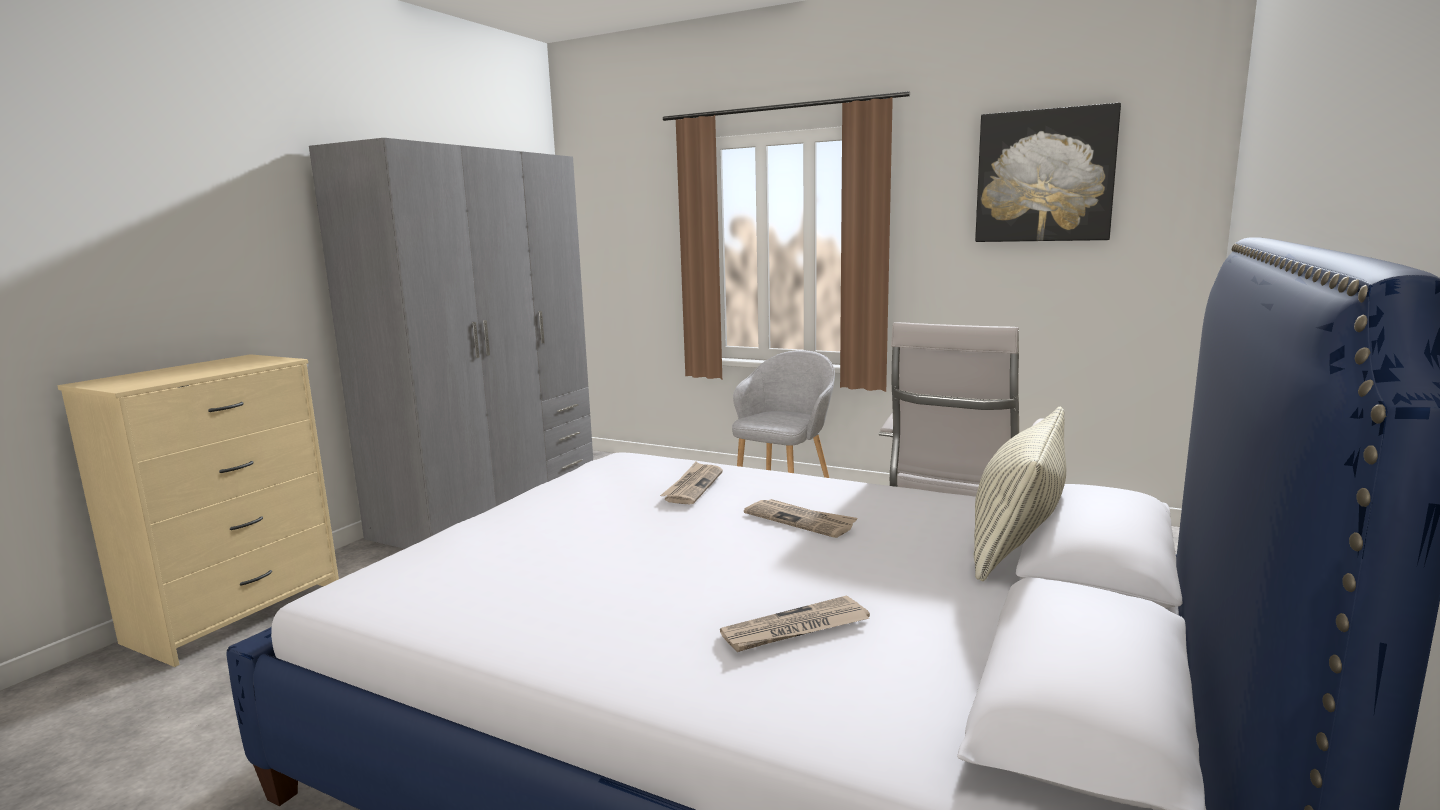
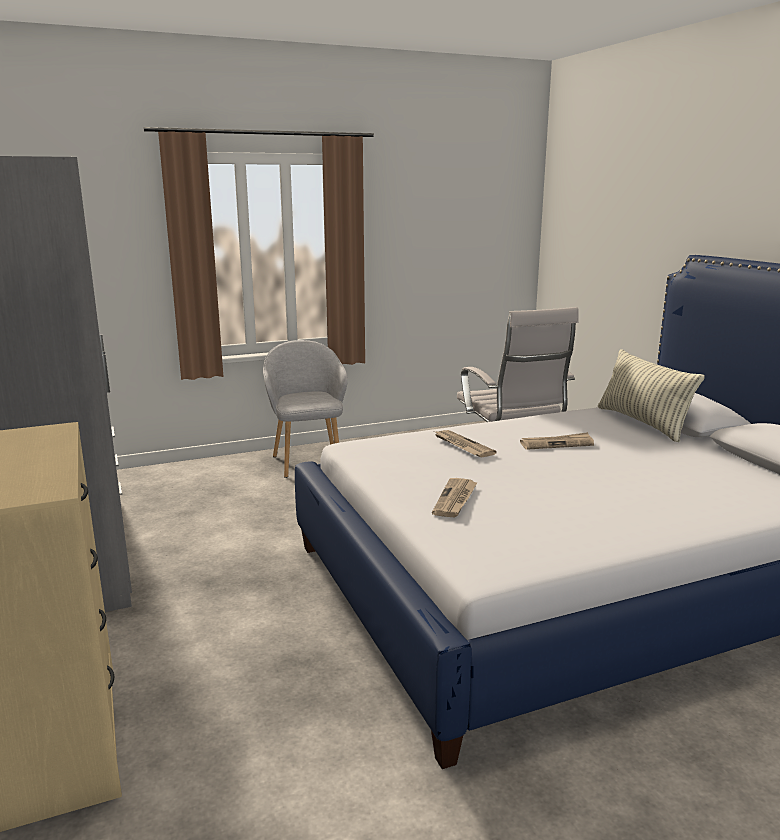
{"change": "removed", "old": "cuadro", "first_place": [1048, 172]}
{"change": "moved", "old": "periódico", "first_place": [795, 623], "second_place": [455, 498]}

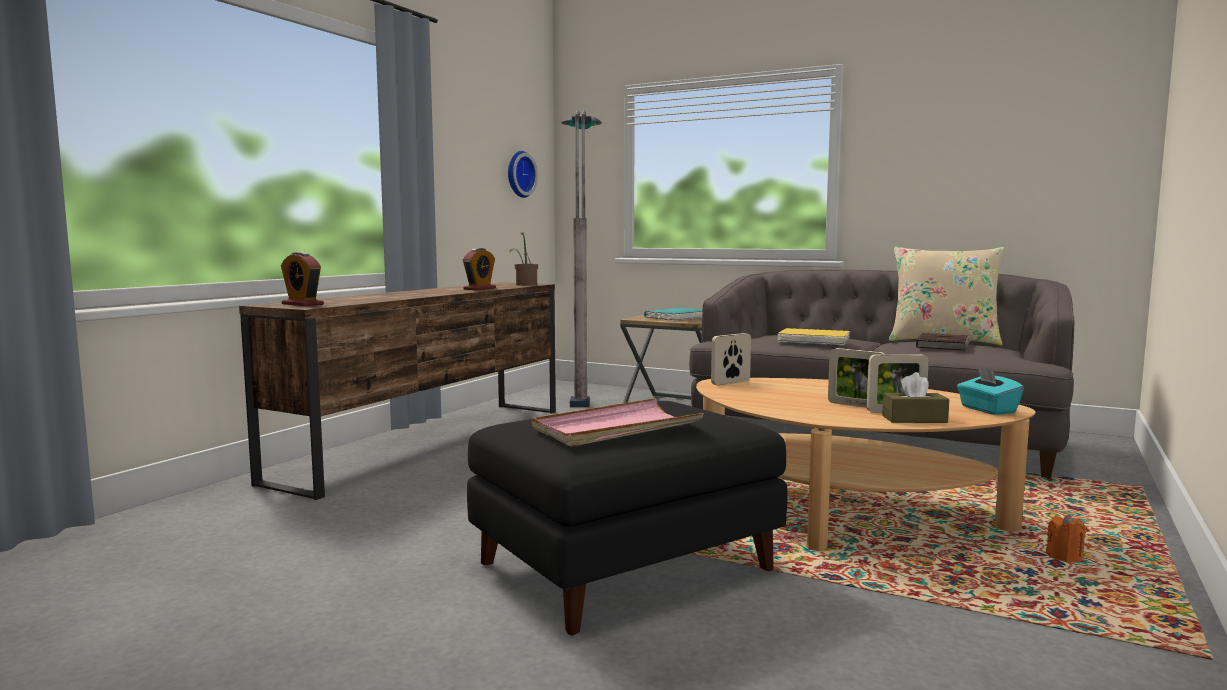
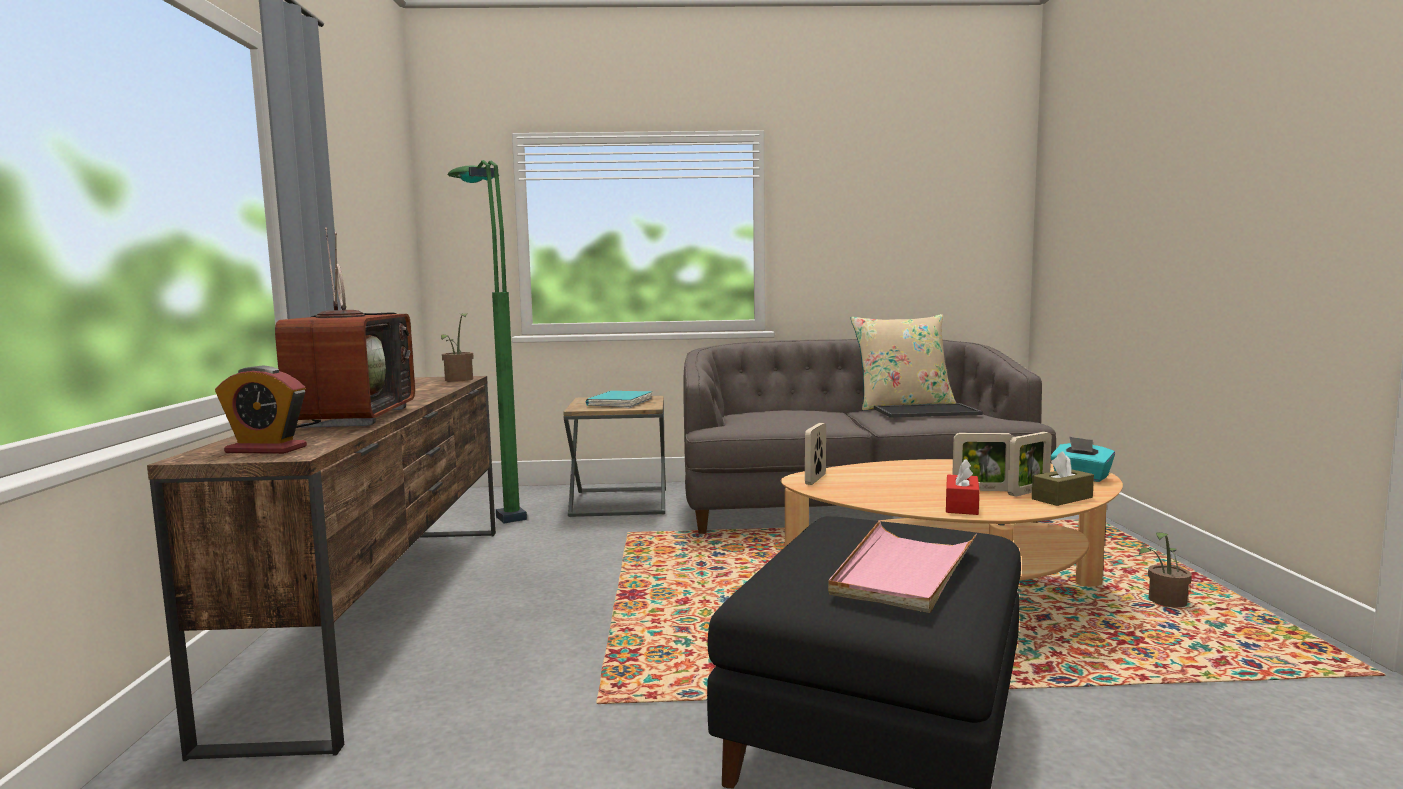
{"change": "recoloured", "old": "lámpara de pie [gris]", "new": "lámpara de pie [verde]", "first_place": [581, 258], "second_place": [487, 341]}
{"change": "removed", "old": "reloj de pared", "first_place": [523, 174]}
{"change": "removed", "old": "despertador", "first_place": [479, 269]}
{"change": "removed", "old": "libro [amarillo]", "first_place": [813, 336]}
{"change": "replaced", "old": "libro [marrón]", "new": "bandeja", "first_place": [943, 341], "second_place": [928, 410]}
{"change": "replaced", "old": "vela [naranja]", "new": "planta en maceta", "first_place": [1066, 538], "second_place": [1165, 569]}
{"change": "added", "new": "televisor", "second_place": [345, 327]}
{"change": "added", "new": "caja de pañuelos [rojo]", "second_place": [962, 486]}

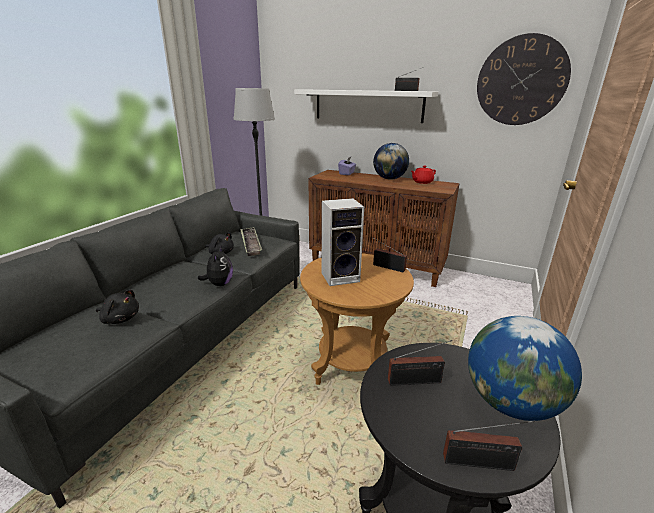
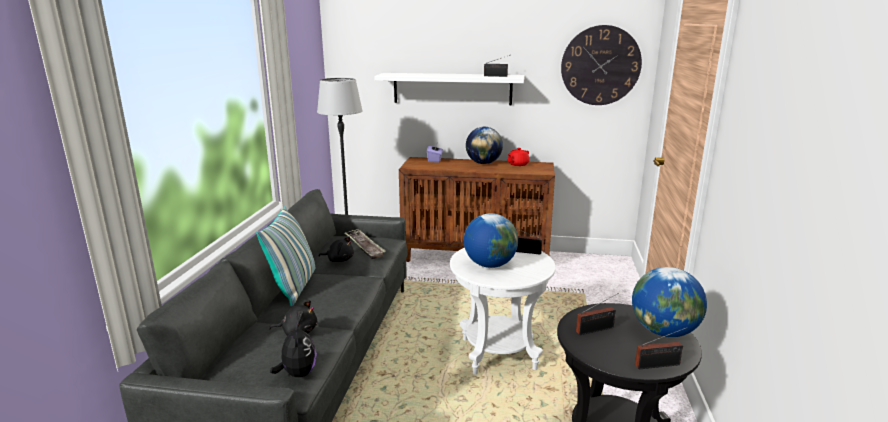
{"change": "replaced", "old": "altavoz", "new": "globo terráqueo", "first_place": [342, 242], "second_place": [491, 240]}
{"change": "moved", "old": "peluche", "first_place": [215, 265], "second_place": [293, 349]}
{"change": "recoloured", "old": "mesa auxiliar [marrón]", "new": "mesa auxiliar [blanco]", "first_place": [357, 319], "second_place": [503, 311]}
{"change": "added", "new": "cojín", "second_place": [285, 256]}

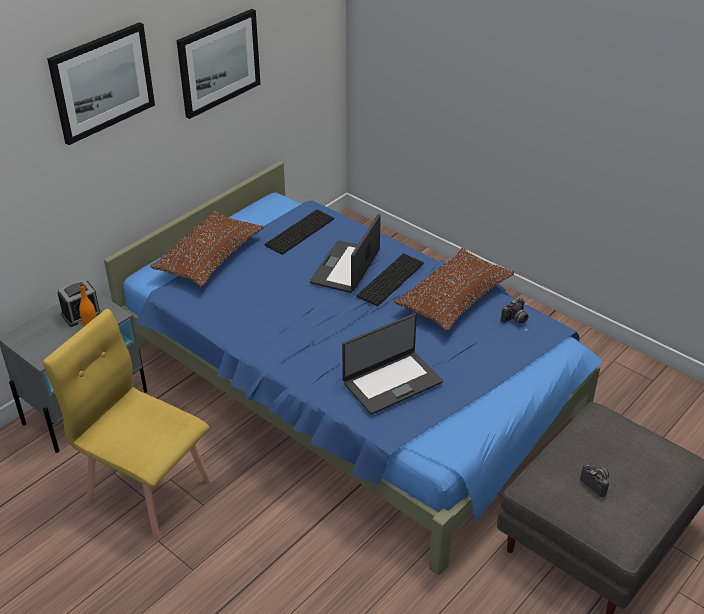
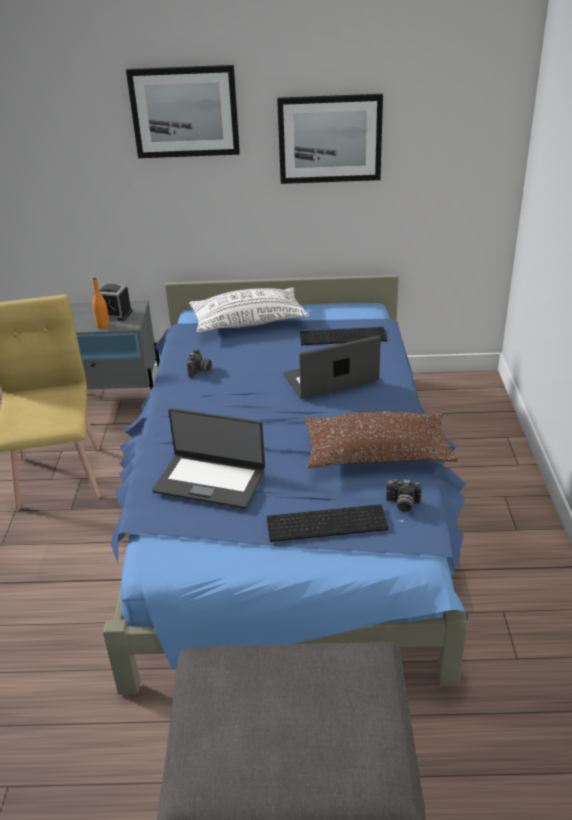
{"change": "recoloured", "old": "cojín [marrón]", "new": "cojín [blanco]", "first_place": [206, 248], "second_place": [249, 310]}
{"change": "moved", "old": "teclado", "first_place": [390, 280], "second_place": [328, 523]}
{"change": "moved", "old": "cámara", "first_place": [594, 480], "second_place": [199, 363]}

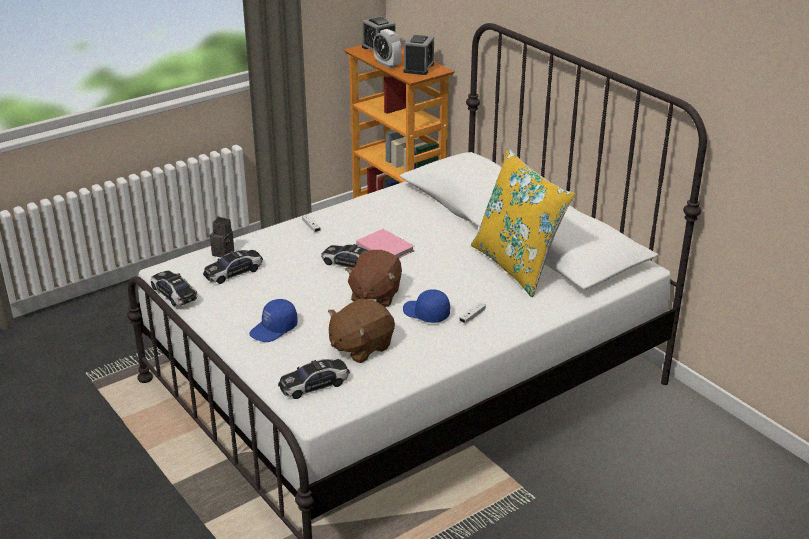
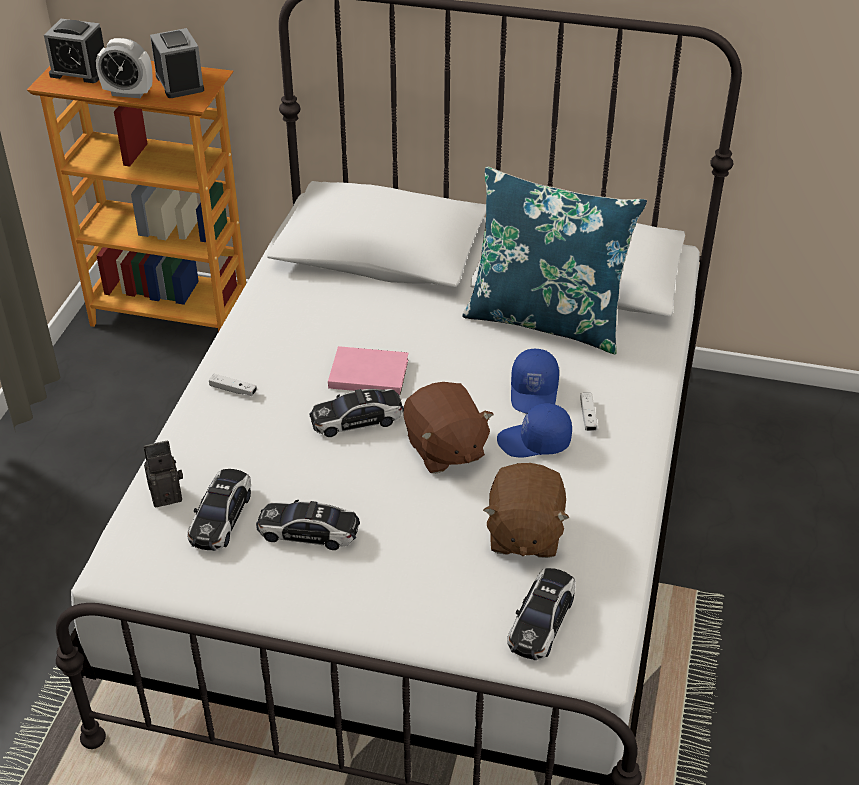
{"change": "recoloured", "old": "cojín [amarillo]", "new": "cojín [azul]", "first_place": [523, 222], "second_place": [554, 260]}
{"change": "moved", "old": "coche de juguete", "first_place": [174, 288], "second_place": [308, 525]}
{"change": "moved", "old": "gorra [azul]", "first_place": [273, 320], "second_place": [535, 381]}

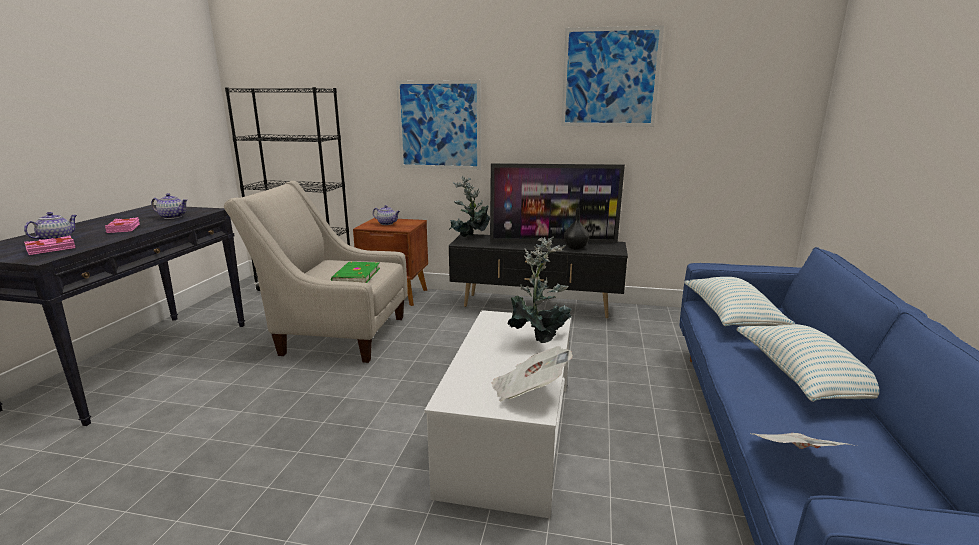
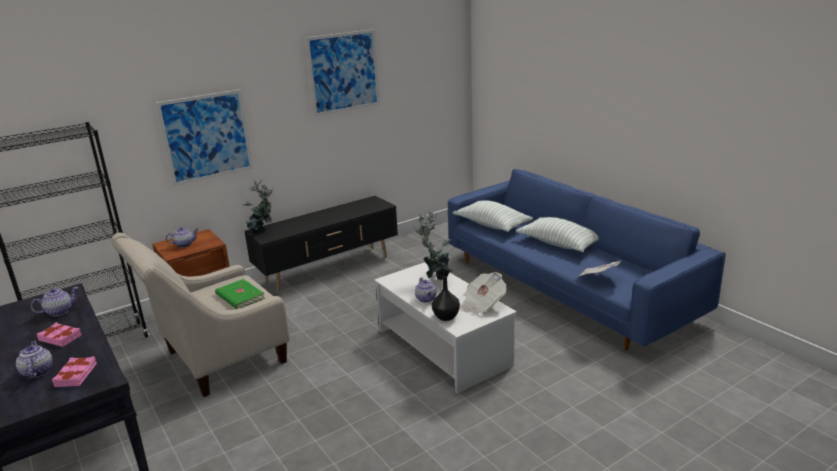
{"change": "removed", "old": "televisor", "first_place": [557, 203]}
{"change": "moved", "old": "florero [negro]", "first_place": [576, 229], "second_place": [446, 298]}
{"change": "added", "new": "tetera", "second_place": [426, 289]}

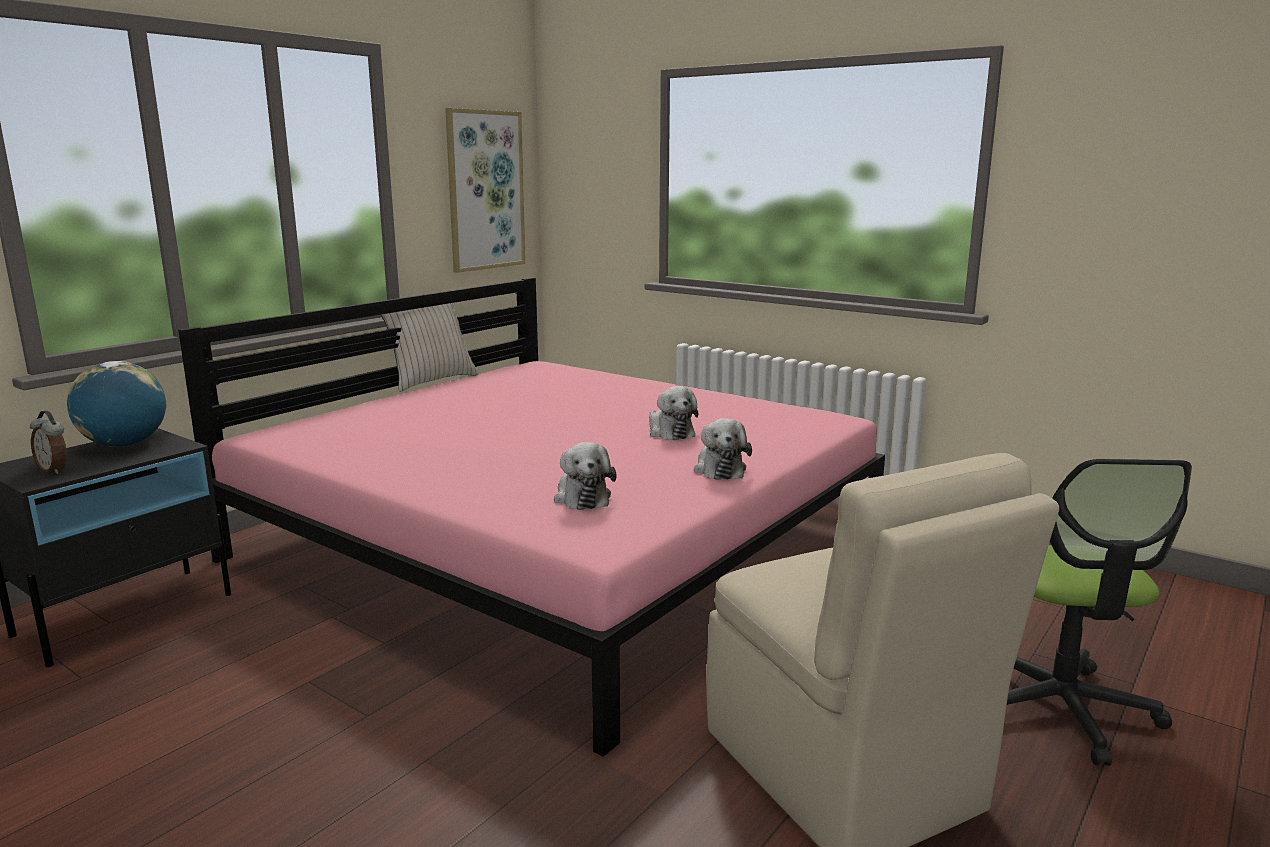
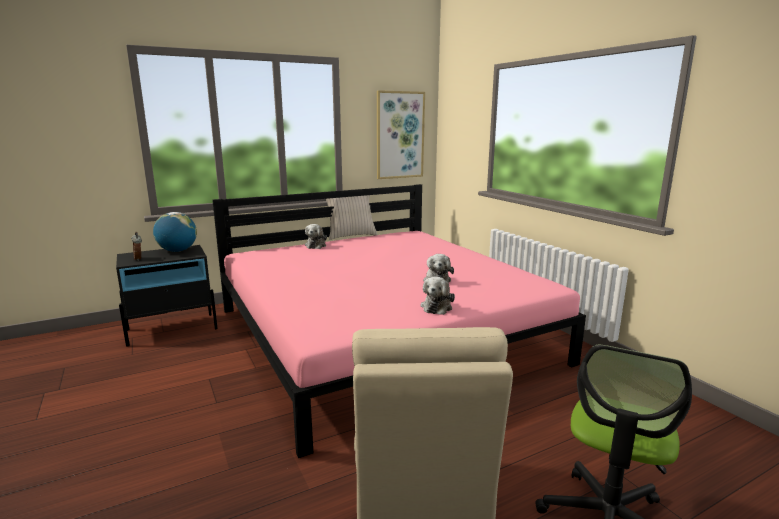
{"change": "moved", "old": "peluche", "first_place": [585, 476], "second_place": [316, 236]}

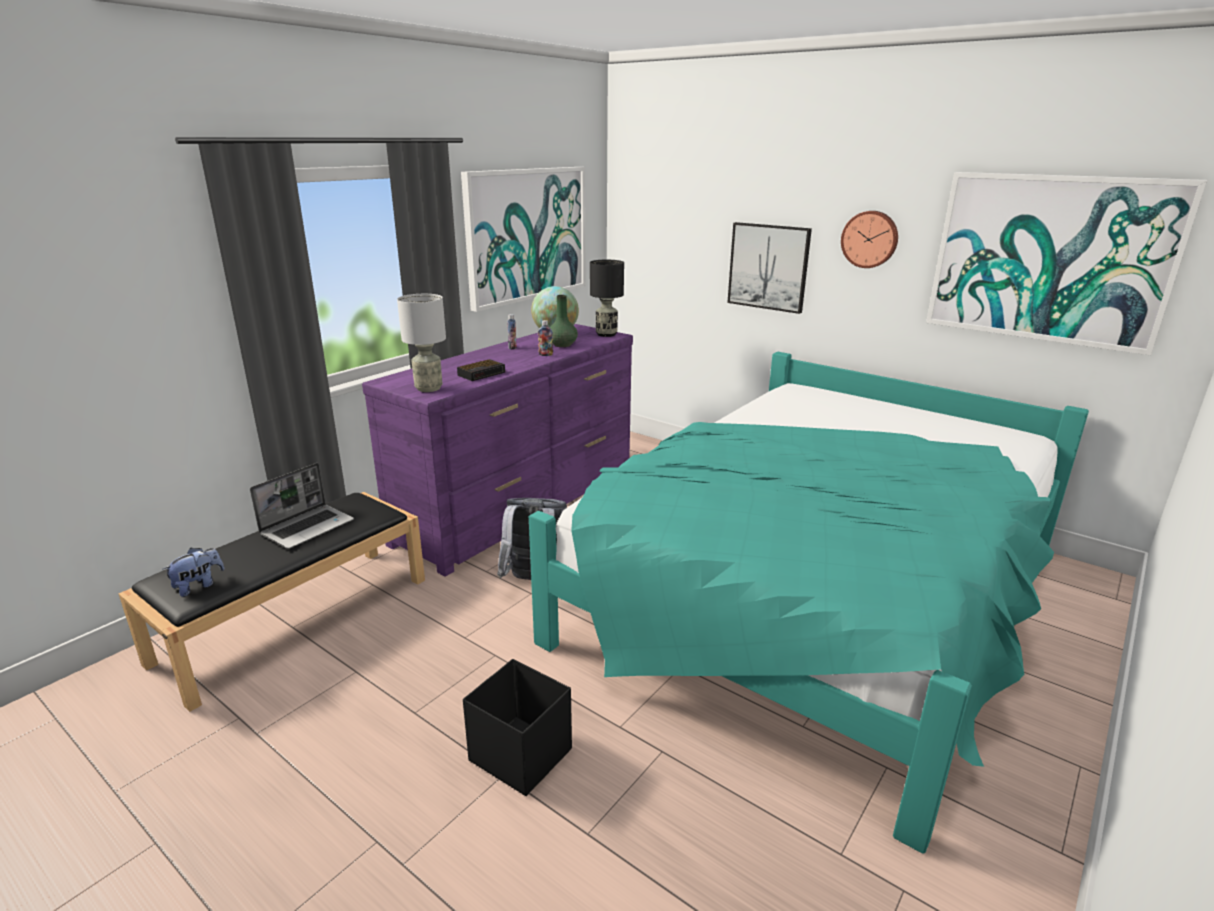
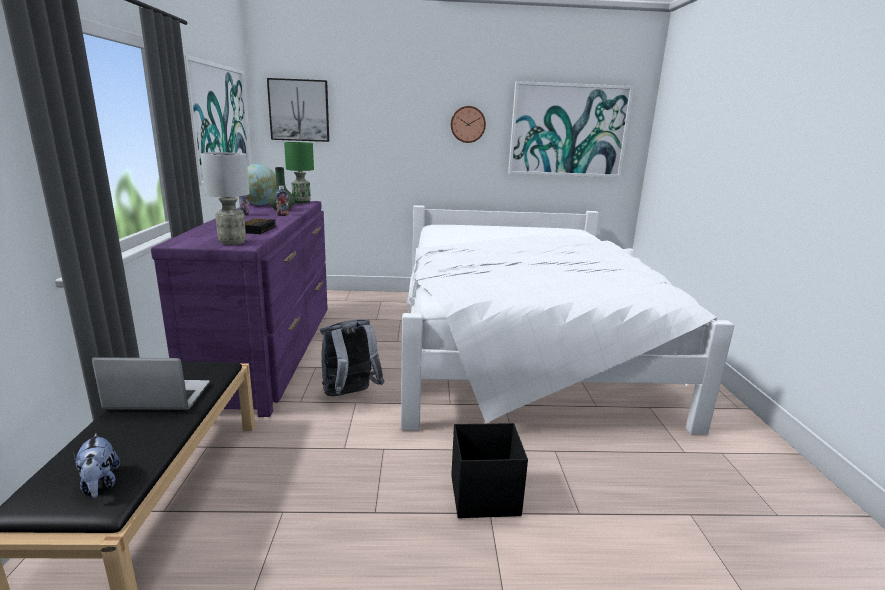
{"change": "moved", "old": "cuadro", "first_place": [769, 268], "second_place": [298, 110]}
{"change": "recoloured", "old": "lámpara de mesa [negro]", "new": "lámpara de mesa [verde]", "first_place": [607, 298], "second_place": [299, 172]}
{"change": "recoloured", "old": "cama [turquesa]", "new": "cama [blanco]", "first_place": [809, 603], "second_place": [567, 320]}
{"change": "turned", "old": "portátil", "first_place": [302, 506], "second_place": [151, 384], "degrees": -90}
{"change": "turned", "old": "peluche", "first_place": [193, 572], "second_place": [96, 465], "degrees": 150}

